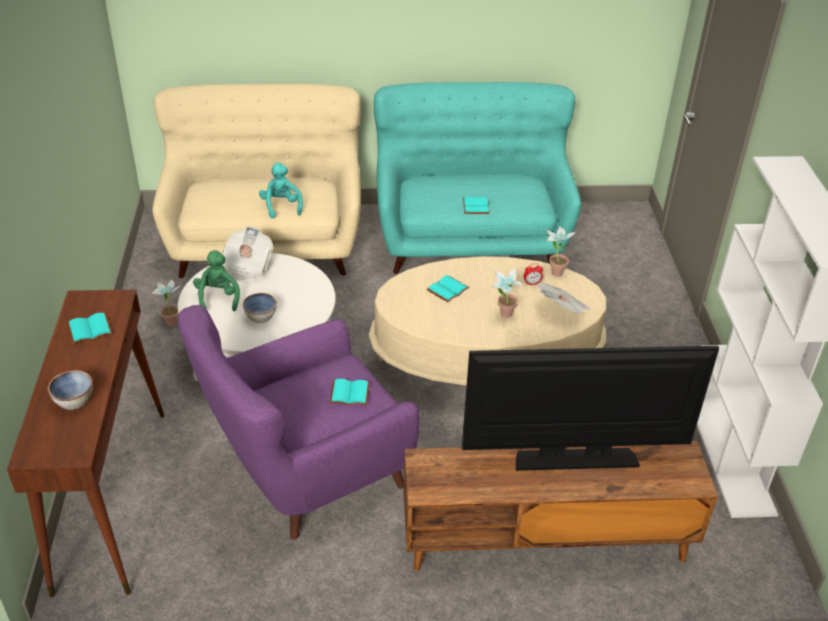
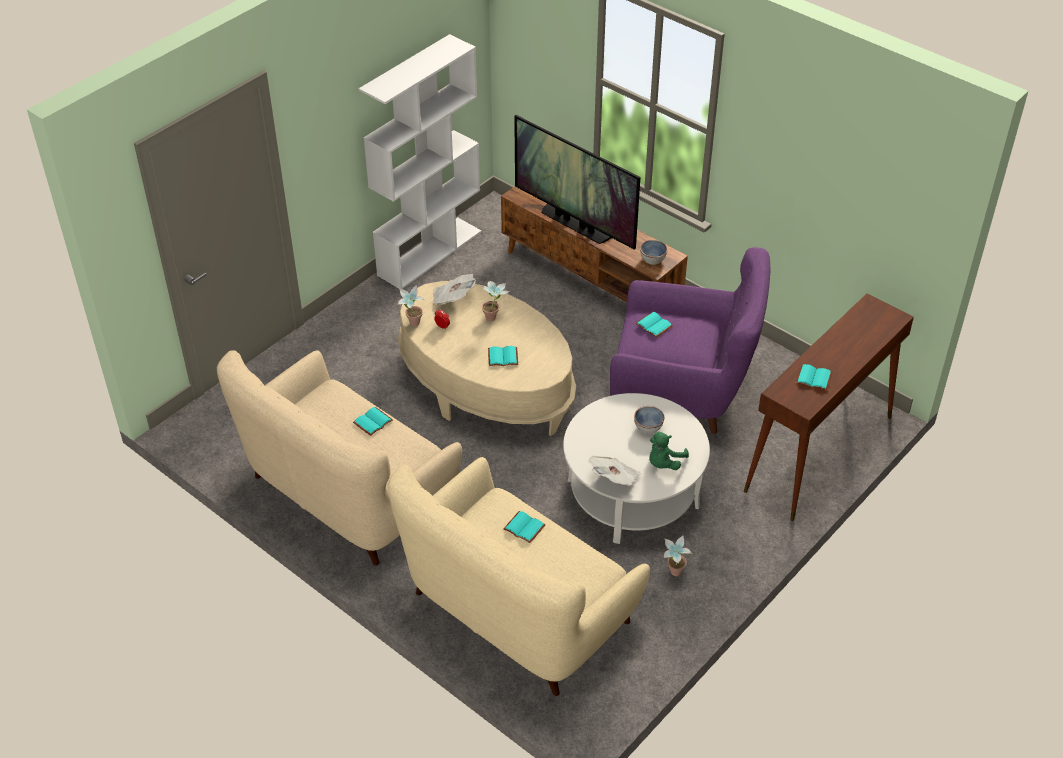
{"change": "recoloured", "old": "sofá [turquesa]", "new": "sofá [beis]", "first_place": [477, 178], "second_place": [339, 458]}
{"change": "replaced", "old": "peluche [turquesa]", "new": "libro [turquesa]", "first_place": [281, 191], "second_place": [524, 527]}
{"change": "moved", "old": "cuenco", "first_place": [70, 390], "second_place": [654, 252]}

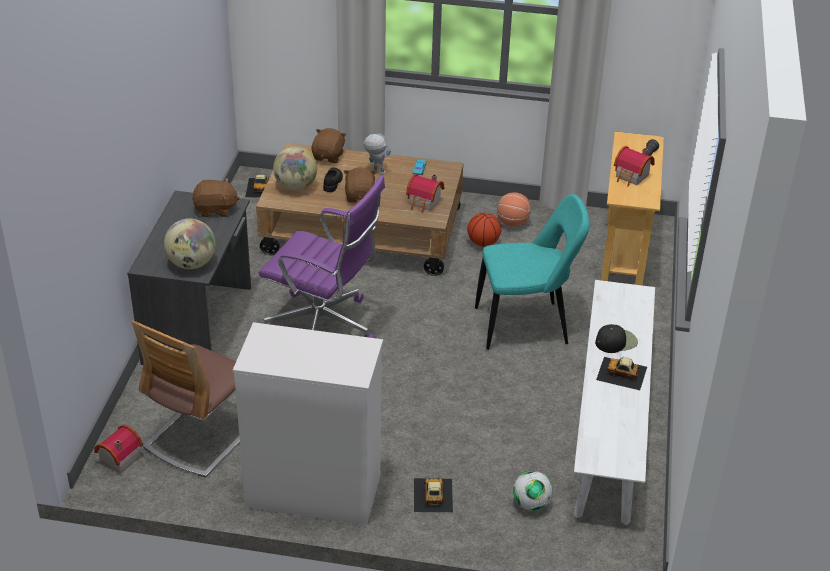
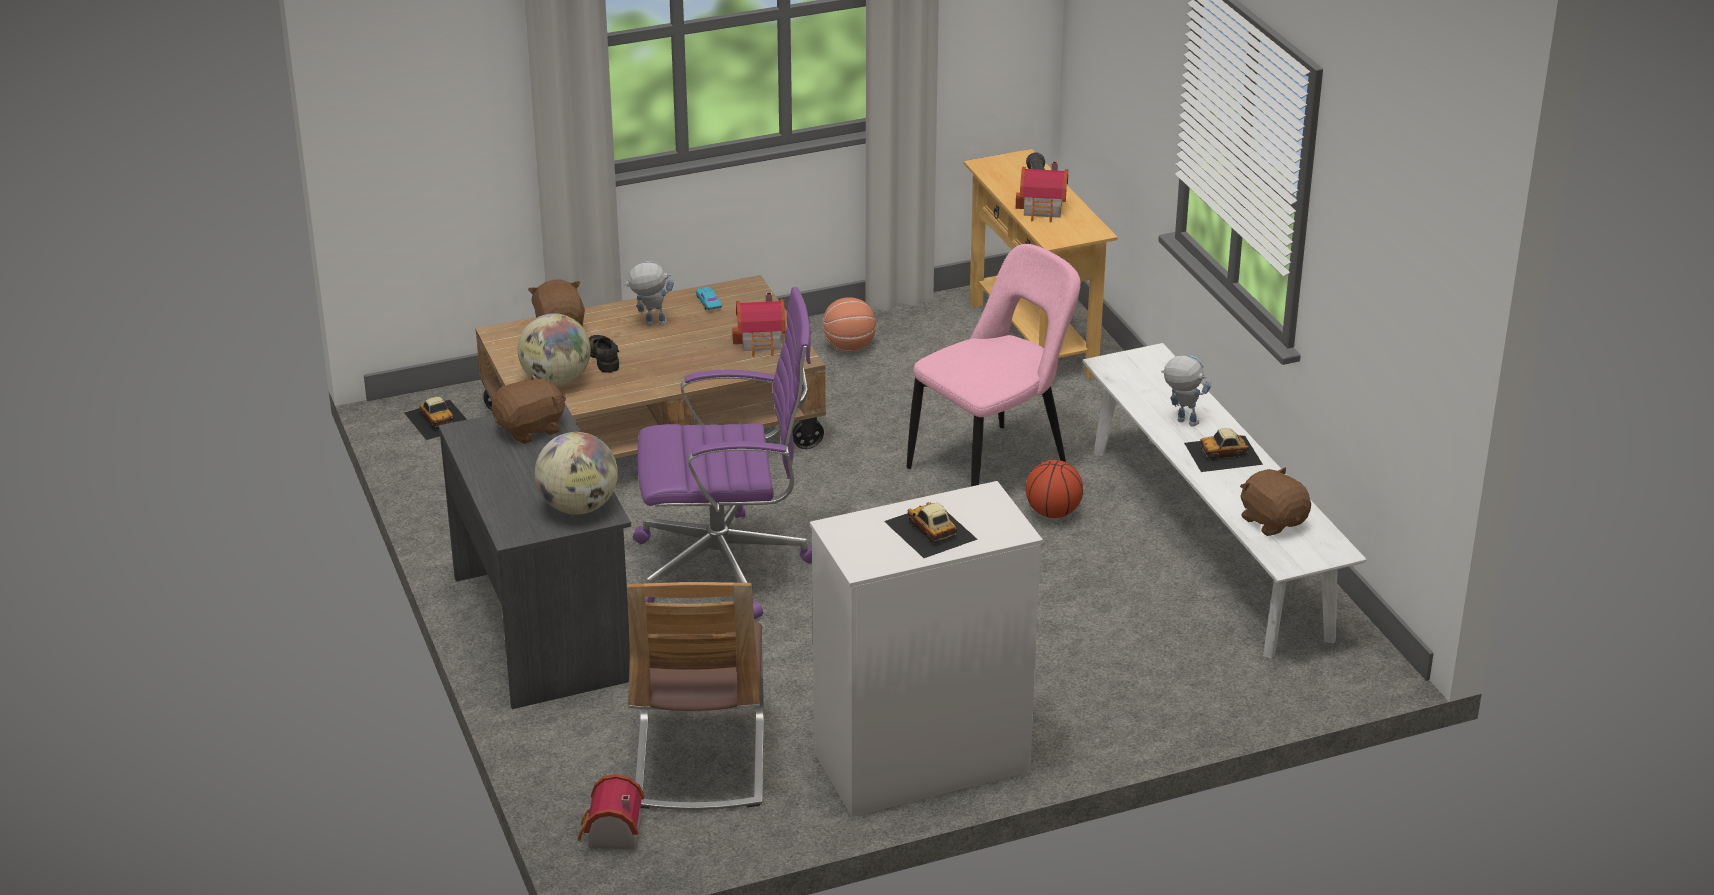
{"change": "moved", "old": "peluche [marrón]", "first_place": [360, 184], "second_place": [1275, 501]}
{"change": "recoloured", "old": "silla [turquesa]", "new": "silla [rosa]", "first_place": [532, 272], "second_place": [994, 365]}
{"change": "moved", "old": "balón de baloncesto", "first_place": [484, 230], "second_place": [1054, 489]}
{"change": "replaced", "old": "gorra [negro]", "new": "robot de juguete", "first_place": [616, 338], "second_place": [1186, 391]}
{"change": "removed", "old": "balón de fútbol", "first_place": [533, 491]}
{"change": "moved", "old": "coche de juguete", "first_place": [433, 495], "second_place": [931, 530]}

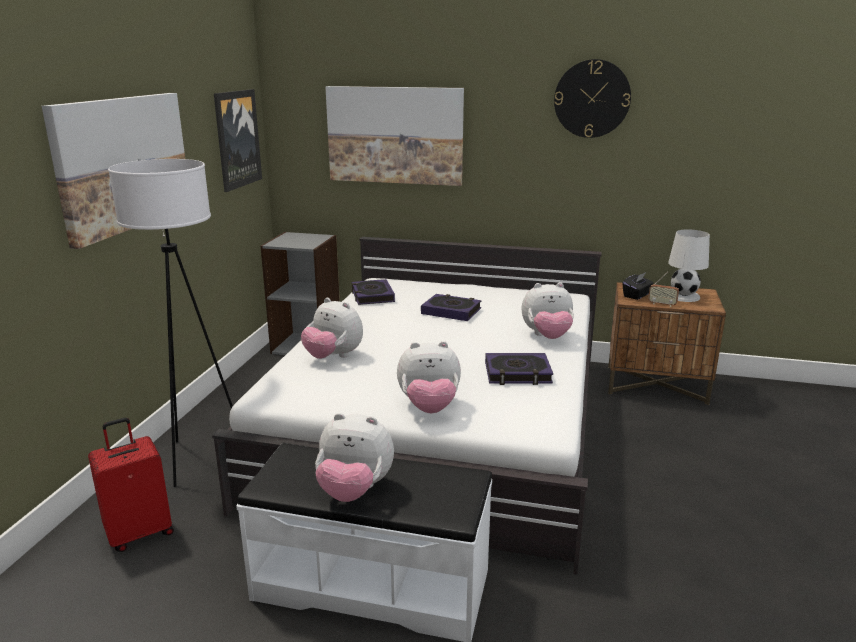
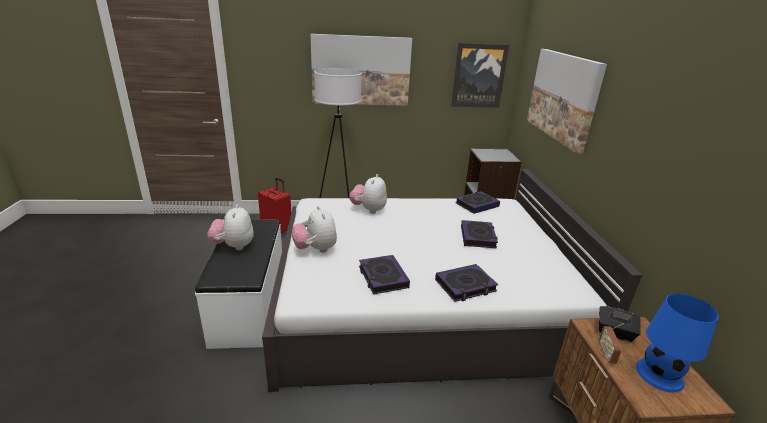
{"change": "removed", "old": "reloj de pared", "first_place": [592, 98]}
{"change": "recoloured", "old": "lámpara de mesa [blanco]", "new": "lámpara de mesa [azul]", "first_place": [689, 265], "second_place": [677, 343]}
{"change": "replaced", "old": "peluche", "new": "libro", "first_place": [548, 310], "second_place": [466, 283]}

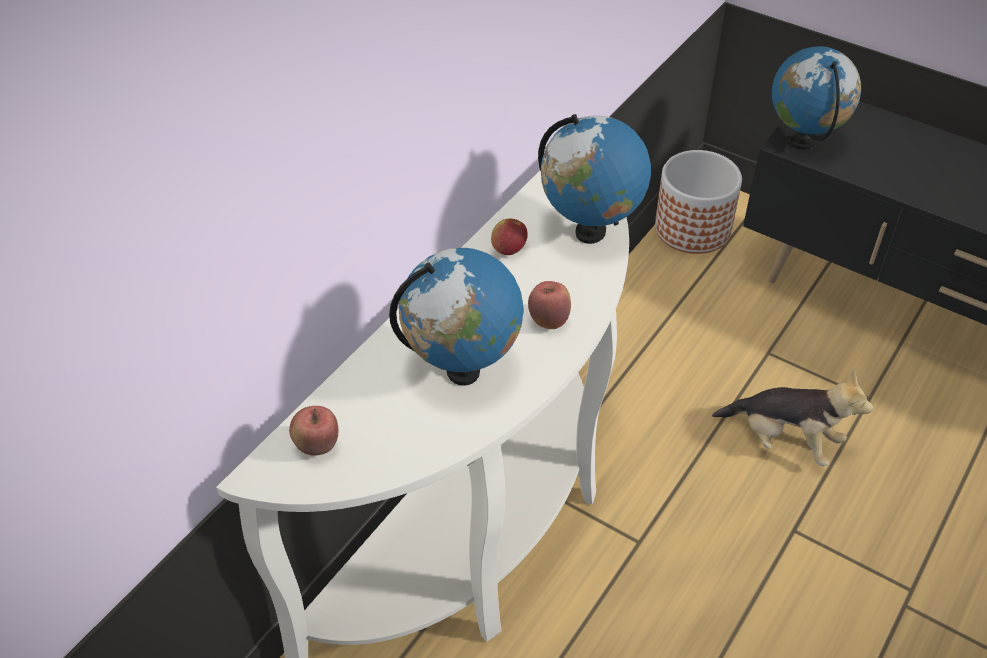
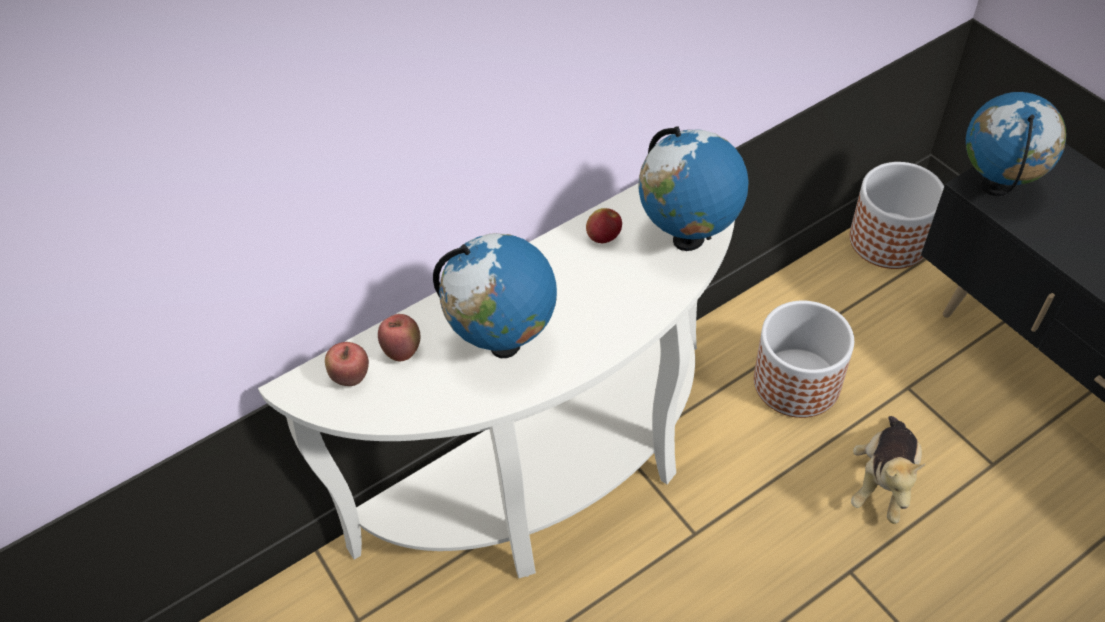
{"change": "moved", "old": "manzana", "first_place": [549, 305], "second_place": [399, 337]}
{"change": "turned", "old": "peluche", "first_place": [792, 417], "second_place": [888, 470], "degrees": 60}
{"change": "added", "new": "maceta", "second_place": [804, 359]}

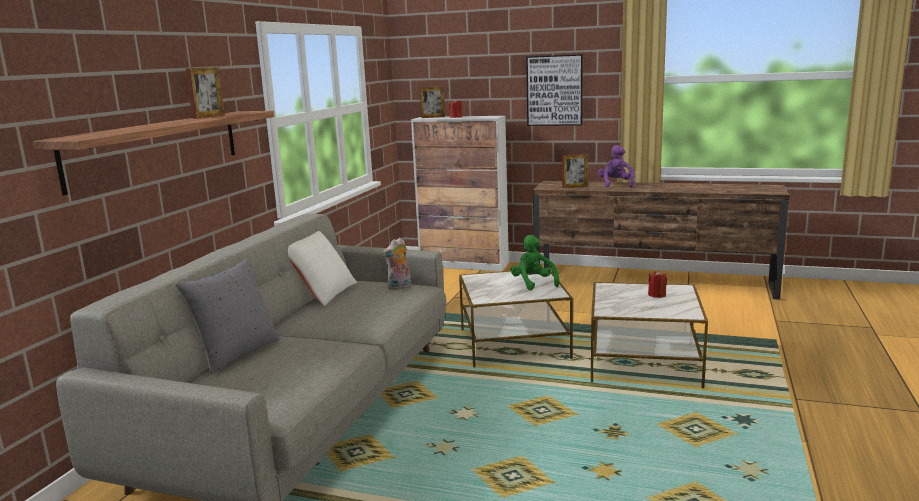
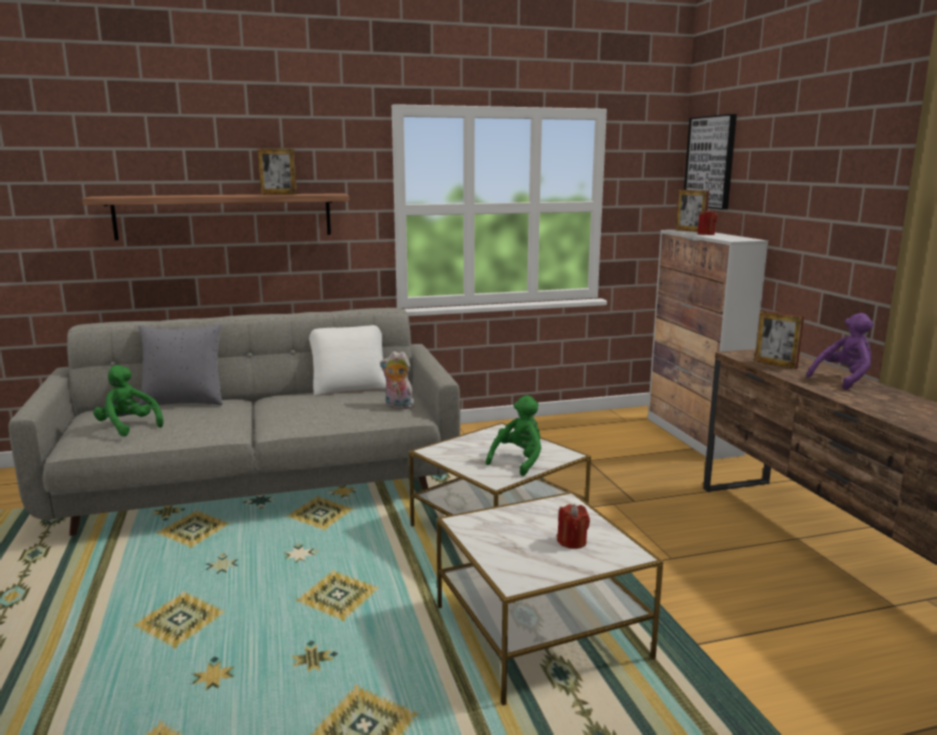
{"change": "moved", "old": "cuadro", "first_place": [554, 90], "second_place": [710, 162]}
{"change": "added", "new": "peluche [verde]", "second_place": [128, 400]}

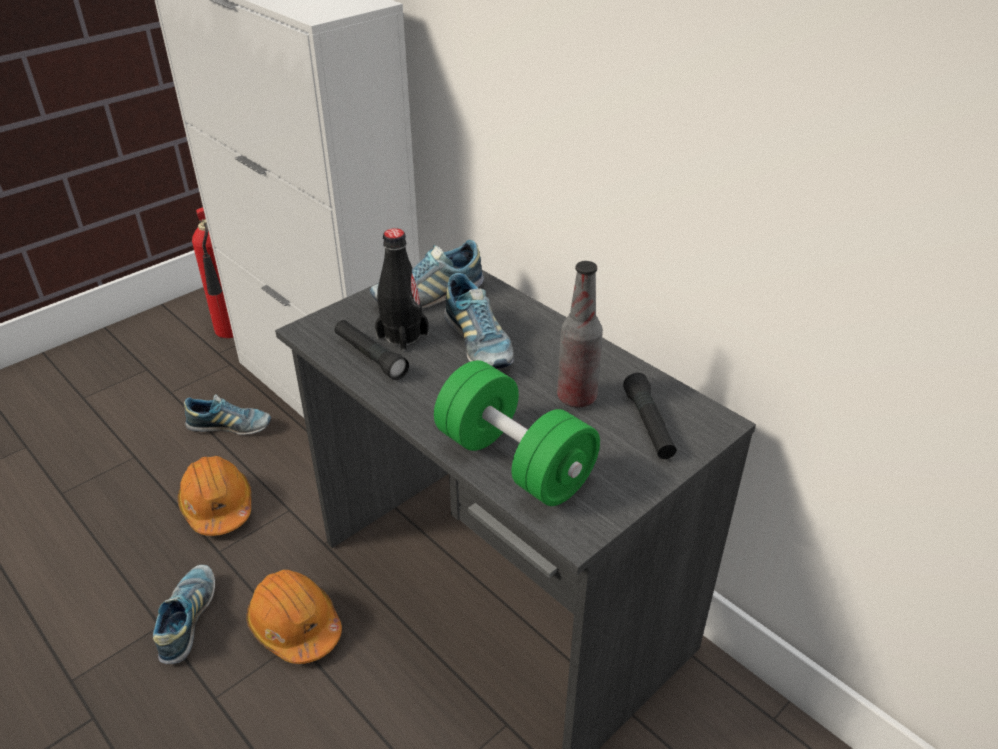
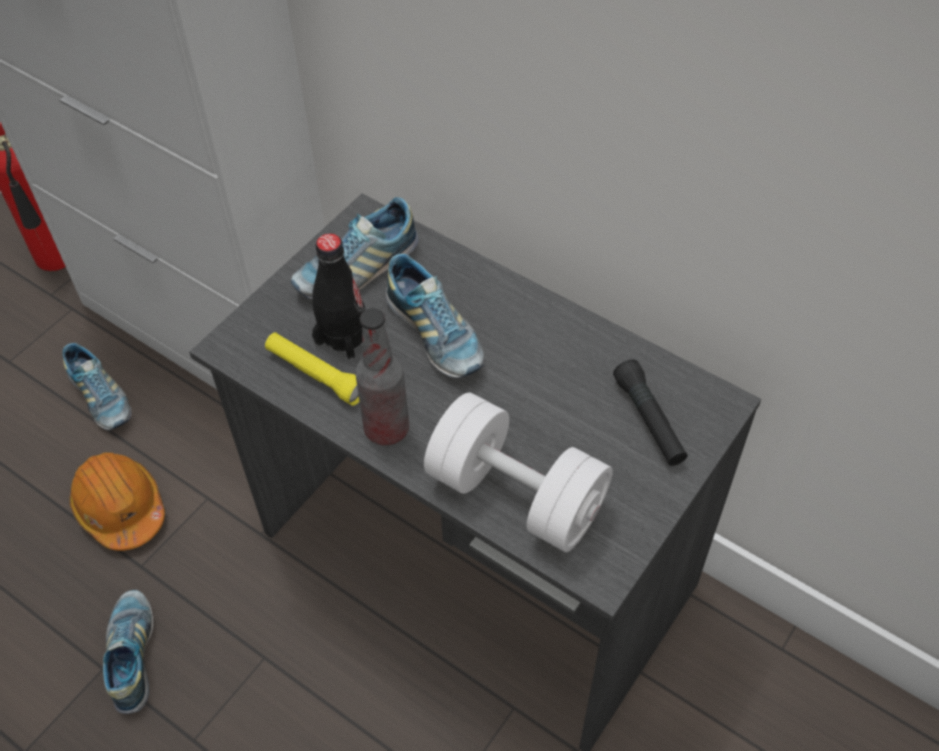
{"change": "moved", "old": "botella", "first_place": [580, 334], "second_place": [382, 376]}
{"change": "recoloured", "old": "linterna [negro]", "new": "linterna [amarillo]", "first_place": [371, 350], "second_place": [312, 369]}
{"change": "recoloured", "old": "mancuerna [verde]", "new": "mancuerna [blanco]", "first_place": [517, 433], "second_place": [518, 472]}
{"change": "turned", "old": "zapato", "first_place": [227, 414], "second_place": [96, 386], "degrees": 60}
{"change": "removed", "old": "casco [naranja]", "first_place": [294, 617]}

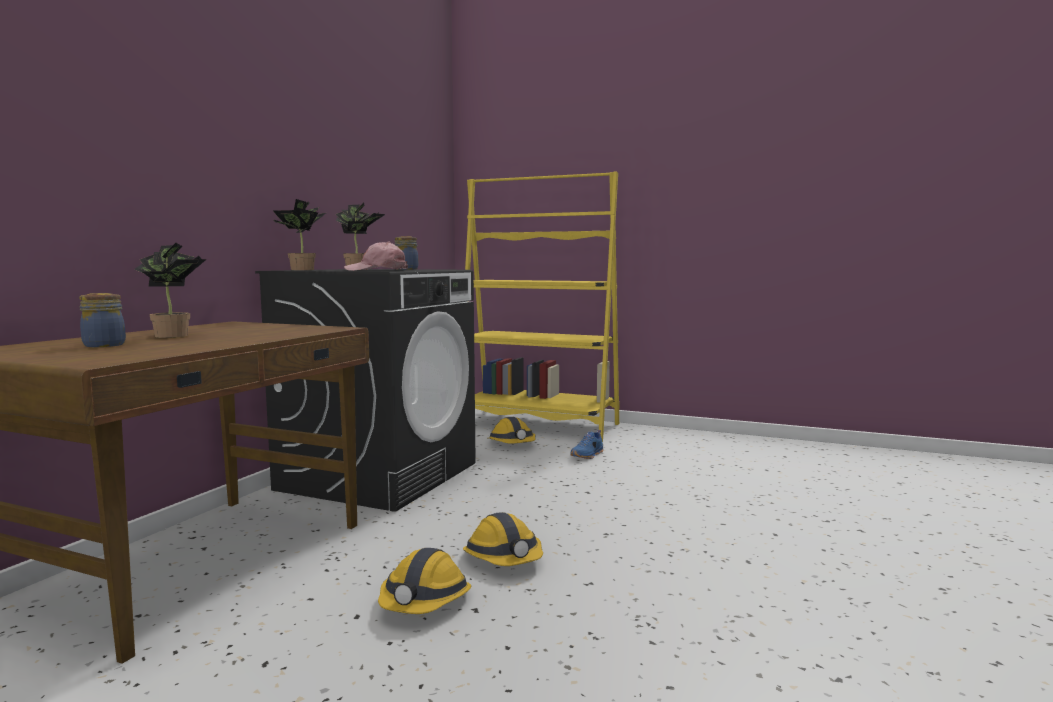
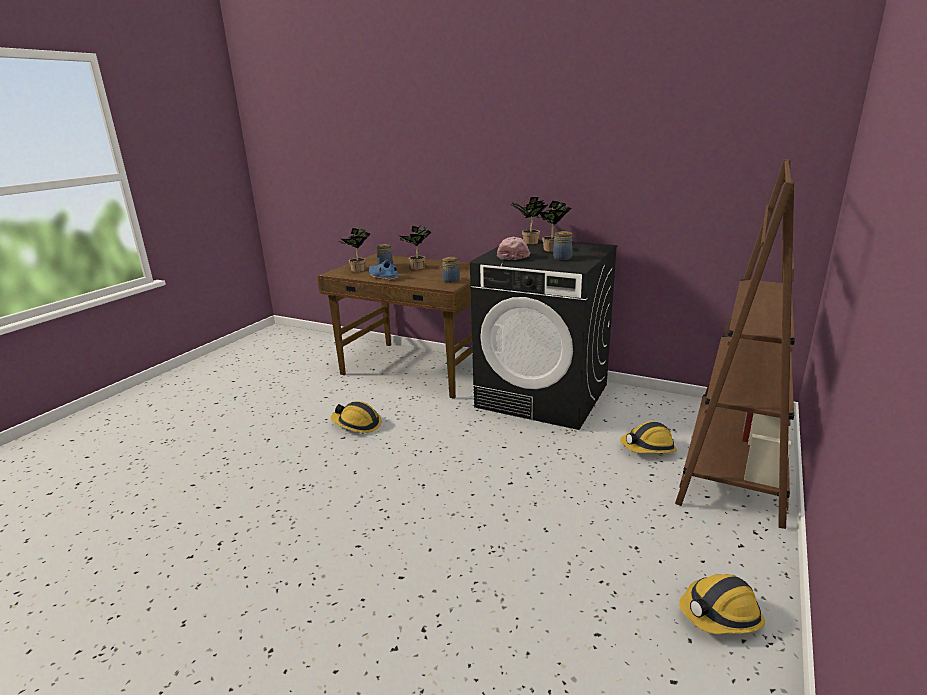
{"change": "recoloured", "old": "estantería [amarillo]", "new": "estantería [marrón]", "first_place": [542, 306], "second_place": [735, 344]}
{"change": "moved", "old": "zapato [azul]", "first_place": [587, 444], "second_place": [384, 270]}
{"change": "moved", "old": "casco", "first_place": [503, 539], "second_place": [722, 604]}
{"change": "added", "new": "planta en maceta", "second_place": [355, 250]}
{"change": "added", "new": "tarro", "second_place": [451, 270]}

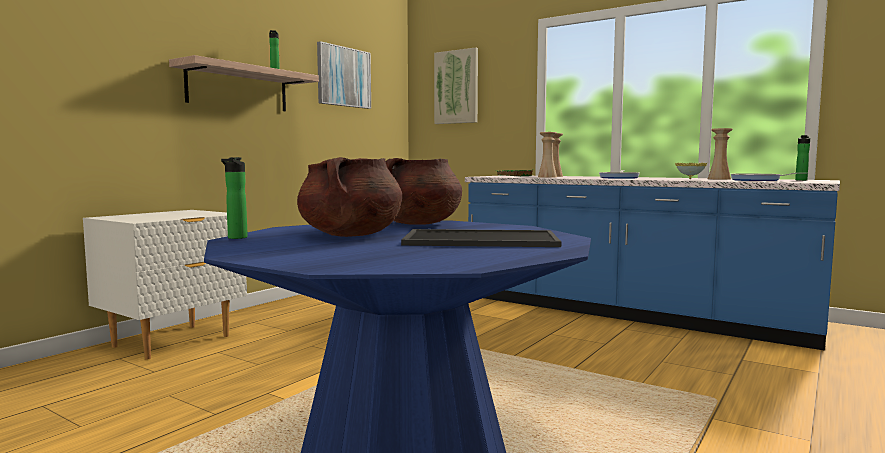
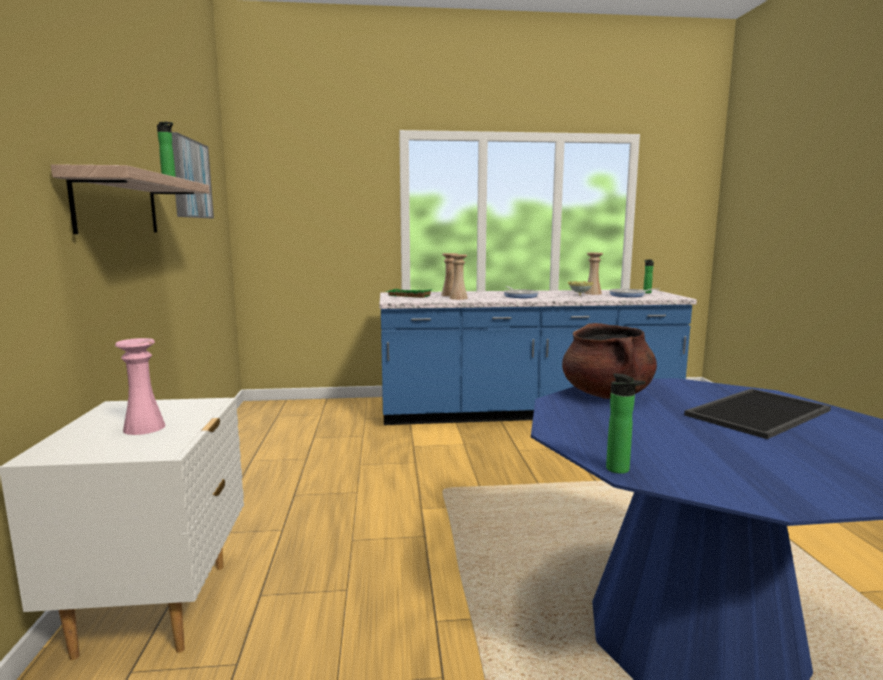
{"change": "removed", "old": "cuadro", "first_place": [456, 85]}
{"change": "removed", "old": "olla [marrón]", "first_place": [349, 197]}
{"change": "added", "new": "florero [rosa]", "second_place": [140, 386]}

